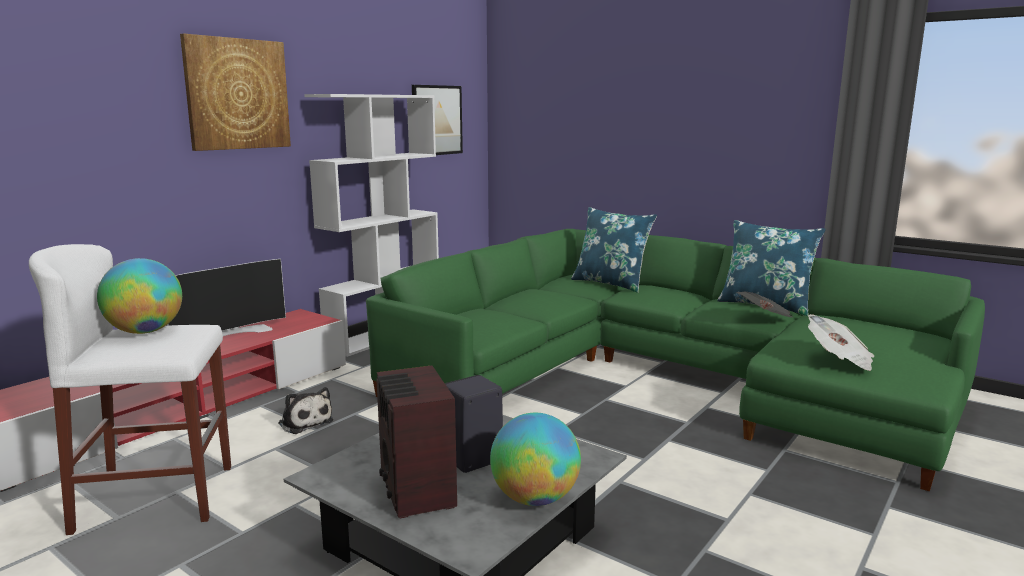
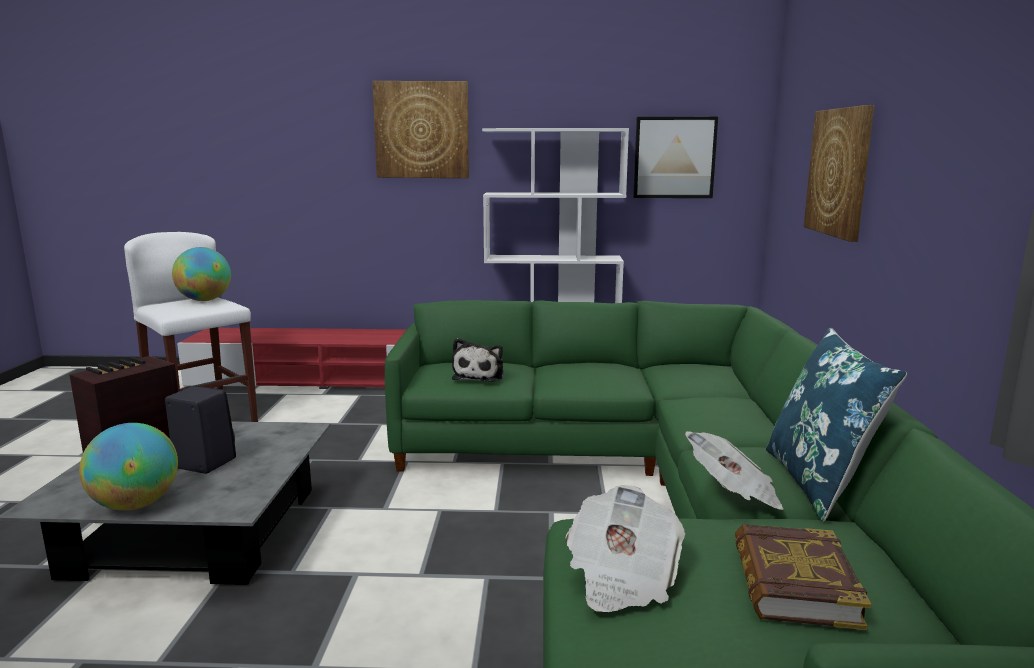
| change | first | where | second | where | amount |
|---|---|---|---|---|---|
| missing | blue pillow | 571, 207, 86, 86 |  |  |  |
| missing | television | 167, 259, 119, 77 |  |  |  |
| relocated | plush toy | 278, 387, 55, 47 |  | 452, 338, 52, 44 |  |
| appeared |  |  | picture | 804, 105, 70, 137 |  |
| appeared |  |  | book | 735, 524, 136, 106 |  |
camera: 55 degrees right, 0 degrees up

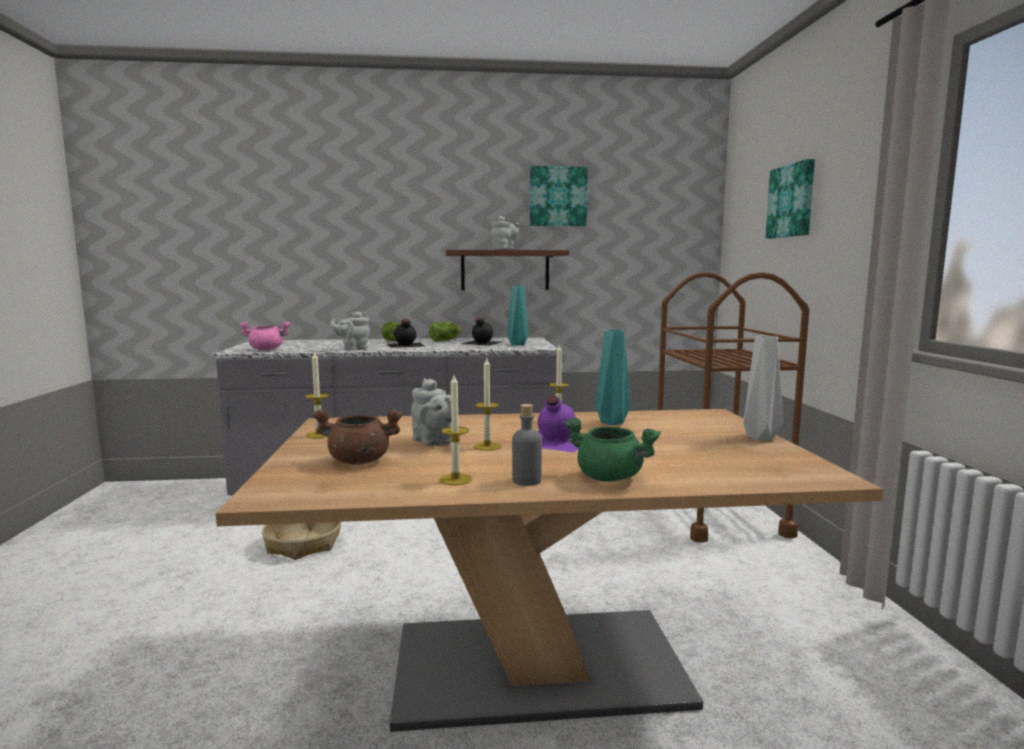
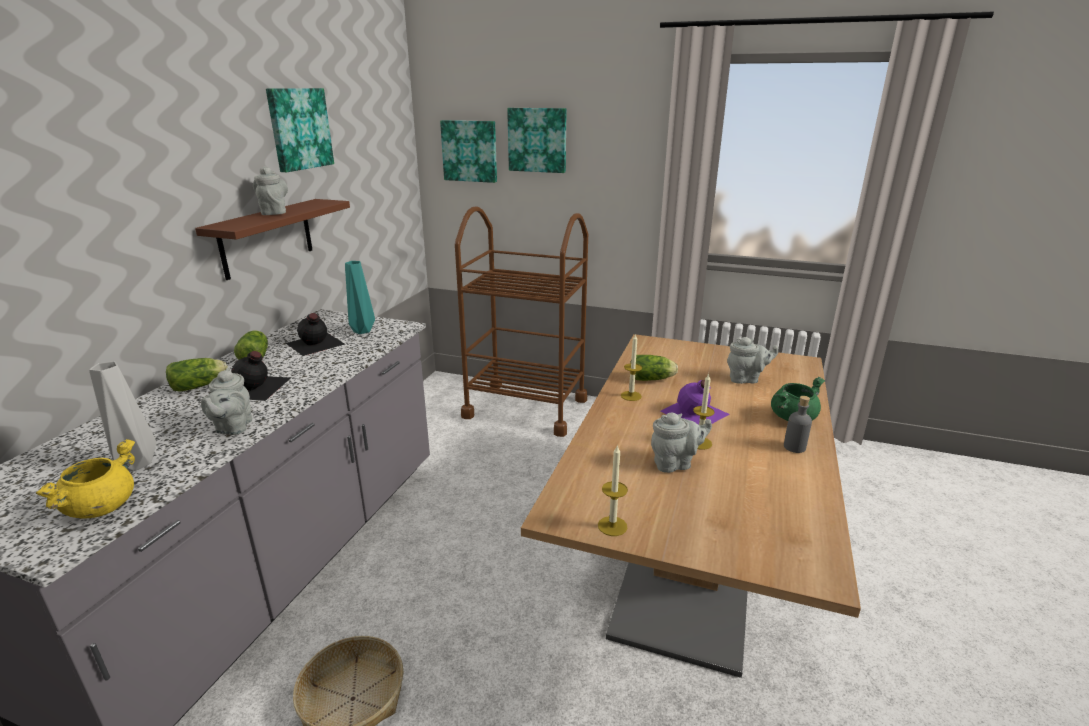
| change | first | where | second | where | amount |
|---|---|---|---|---|---|
| colour | pink cooking pot | 239, 322, 52, 28 | yellow cooking pot | 35, 439, 100, 80 |  |
| exchanged | turquoise vase | 596, 330, 34, 95 | lettuce | 635, 355, 43, 26 |  |
| relocated | grey vase | 743, 336, 40, 105 |  | 89, 361, 67, 110 |  |
| missing | candle | 439, 375, 33, 110 |  |  |  |
| missing | brown cooking pot | 311, 409, 92, 55 |  |  |  |
| appeared |  |  | picture | 440, 120, 57, 63 |  |
| appeared |  |  | grey teapot | 727, 337, 51, 47 |  |
camera: 65 degrees left, 15 degrees up

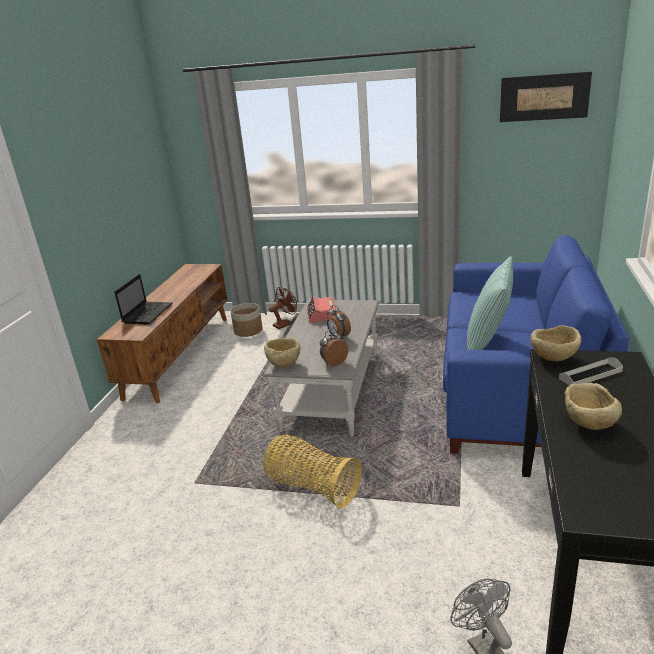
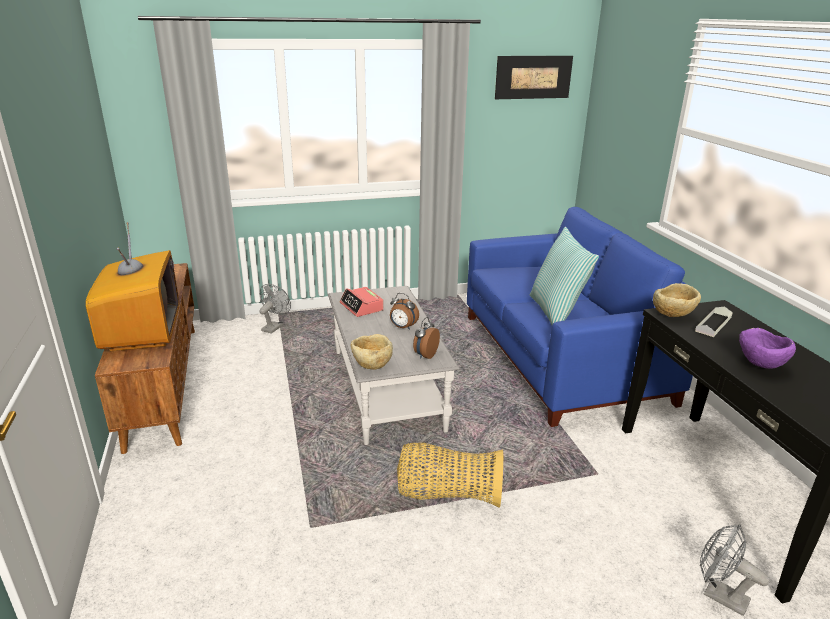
| change | first | where | second | where | amount |
|---|---|---|---|---|---|
| exchanged | laptop | 114, 274, 59, 51 | television | 85, 222, 94, 129 |  |
| colour | brown fan | 269, 287, 28, 42 | grey fan | 259, 284, 32, 50 |  |
| missing | planter | 230, 303, 33, 34 |  |  |  |
| colour | beige bowl | 565, 383, 57, 47 | purple bowl | 739, 328, 57, 41 |  |
camera: 30 degrees left, 0 degrees up

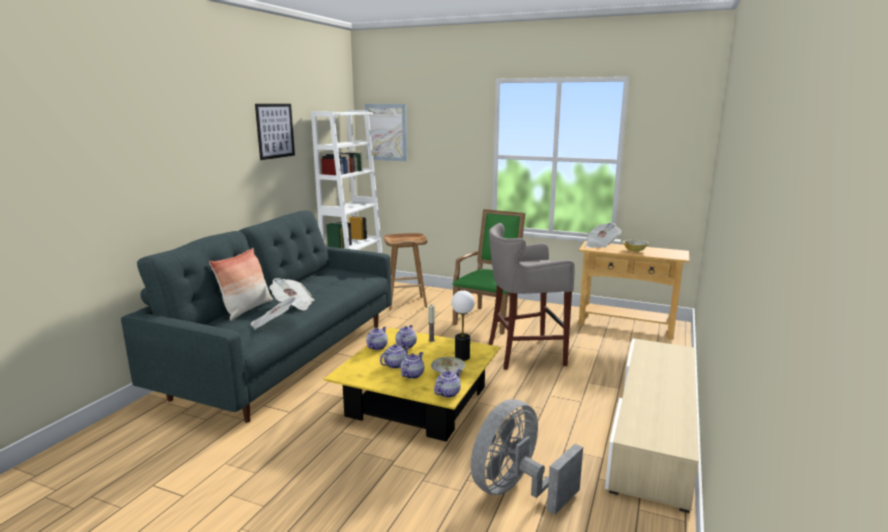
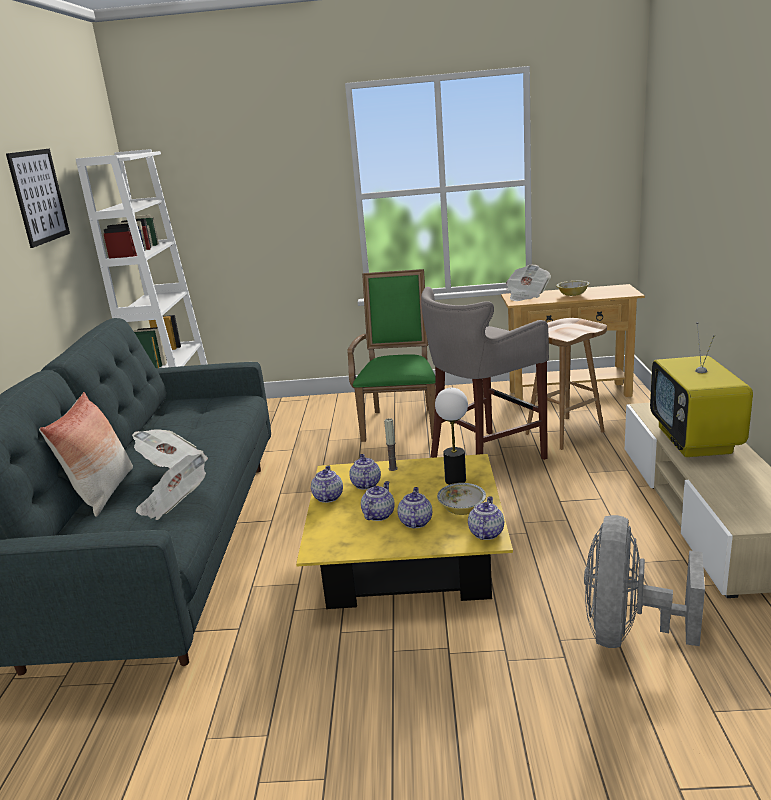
| change | first | where | second | where | amount |
|---|---|---|---|---|---|
| missing | picture | 365, 104, 42, 57 |  |  |  |
| relocated | brown stool | 384, 233, 44, 77 |  | 525, 318, 82, 132 |  |
| appeared |  |  | television | 650, 322, 103, 135 |  |
camera: 20 degrees left, 5 degrees up

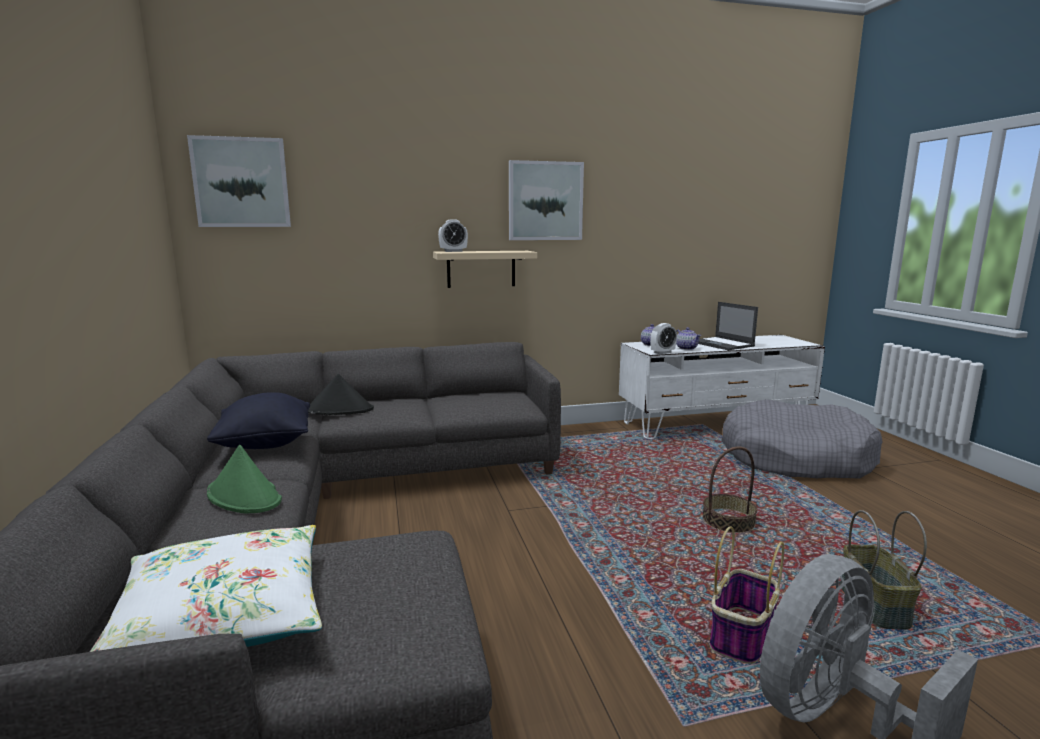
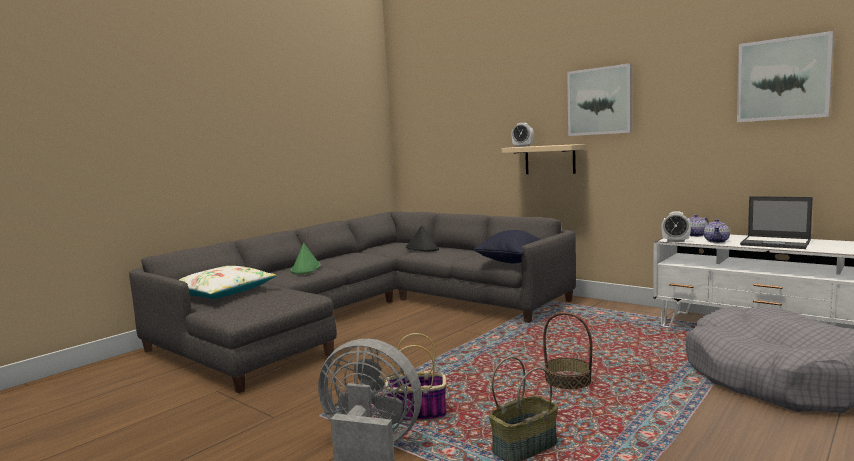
| change | first | where | second | where | amount |
|---|---|---|---|---|---|
| relocated | picture | 187, 135, 104, 92 |  | 737, 31, 97, 91 |  |
| spun | laptop | 698, 302, 60, 48 |  | 740, 196, 73, 53 | 75 degrees counterclockwise |
| relocated | black pillow | 207, 392, 103, 57 |  | 474, 230, 67, 33 |  |
camera: 55 degrees right, 5 degrees down

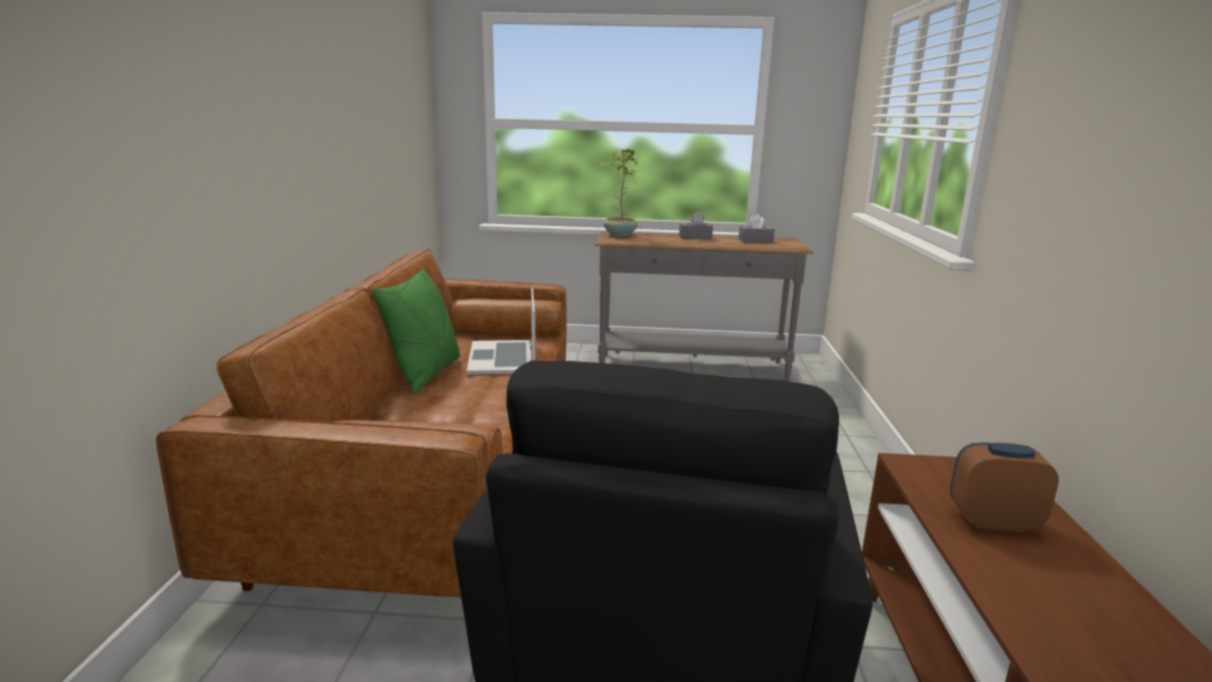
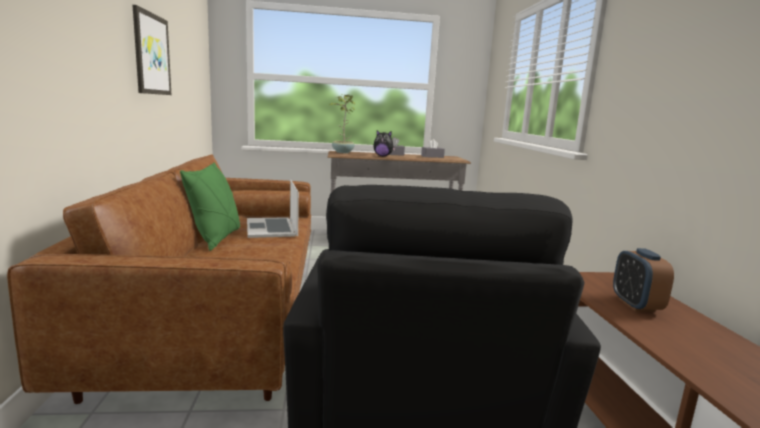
| change | first | where | second | where | amount |
|---|---|---|---|---|---|
| spun | alarm clock | 950, 442, 109, 90 |  | 613, 248, 61, 64 | 90 degrees counterclockwise |
| appeared |  |  | picture | 133, 5, 38, 90 |  |
| appeared |  |  | plush toy | 373, 131, 23, 25 |  |
camera: 10 degrees left, 5 degrees down

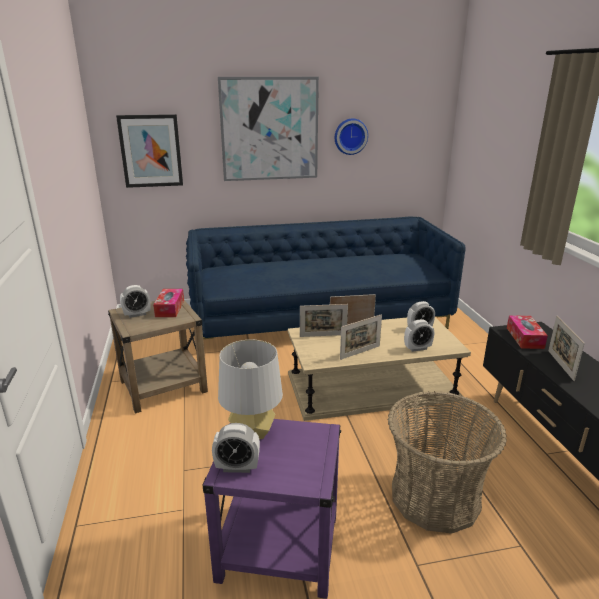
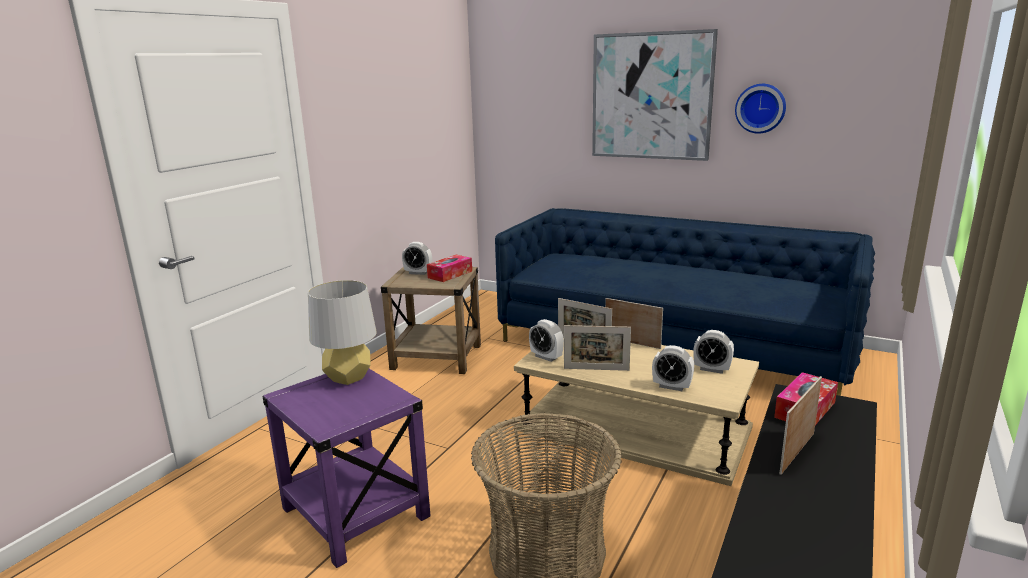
| change | first | where | second | where | amount |
|---|---|---|---|---|---|
| missing | picture | 116, 114, 67, 74 |  |  |  |
| relocated | alarm clock | 212, 423, 48, 50 |  | 529, 319, 35, 43 |  |
camera: 40 degrees right, 5 degrees down

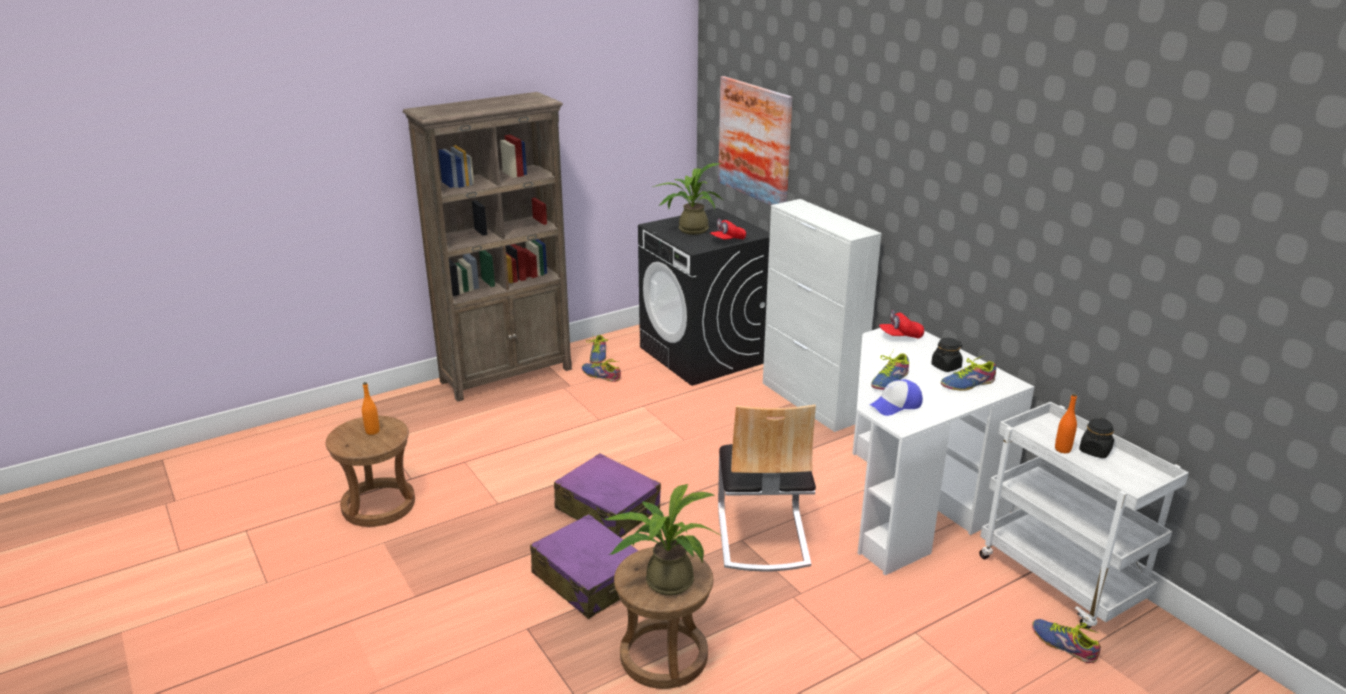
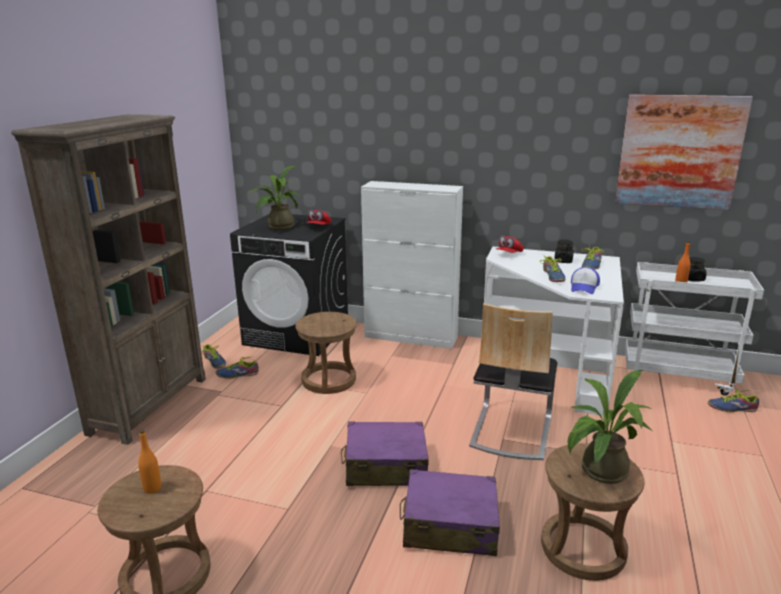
| change | first | where | second | where | amount |
|---|---|---|---|---|---|
| relocated | picture | 718, 76, 75, 130 |  | 615, 94, 138, 116 |  |
| spun | chair | 718, 404, 98, 168 |  | 469, 303, 88, 157 | 60 degrees clockwise |
| appeared |  |  | brown stool | 295, 312, 62, 82 |  |
camera: 40 degrees left, 5 degrees down

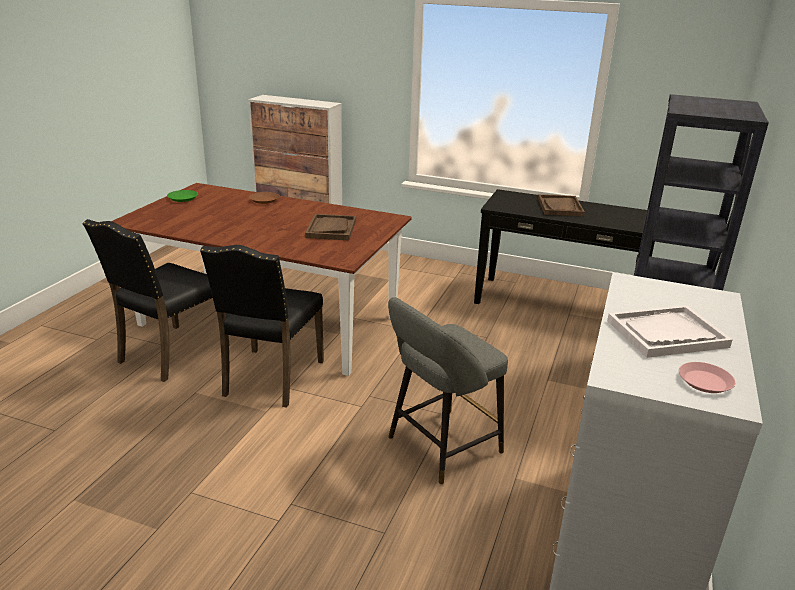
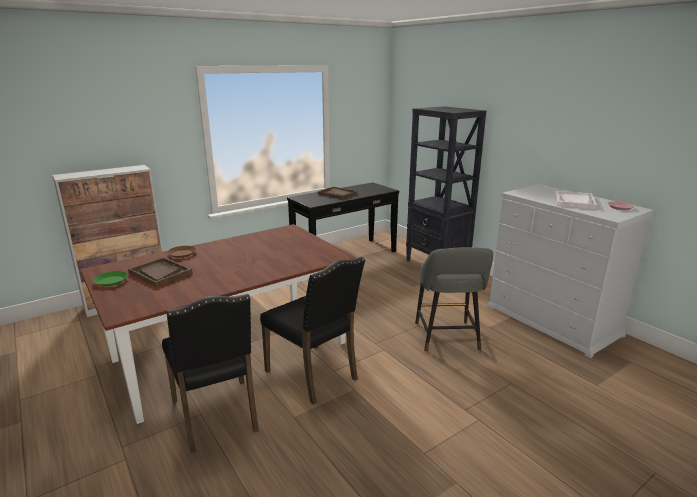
| change | first | where | second | where | amount |
|---|---|---|---|---|---|
| relocated | brown tray | 305, 214, 51, 26 |  | 128, 257, 64, 30 |  |
camera: 55 degrees left, 5 degrees down

